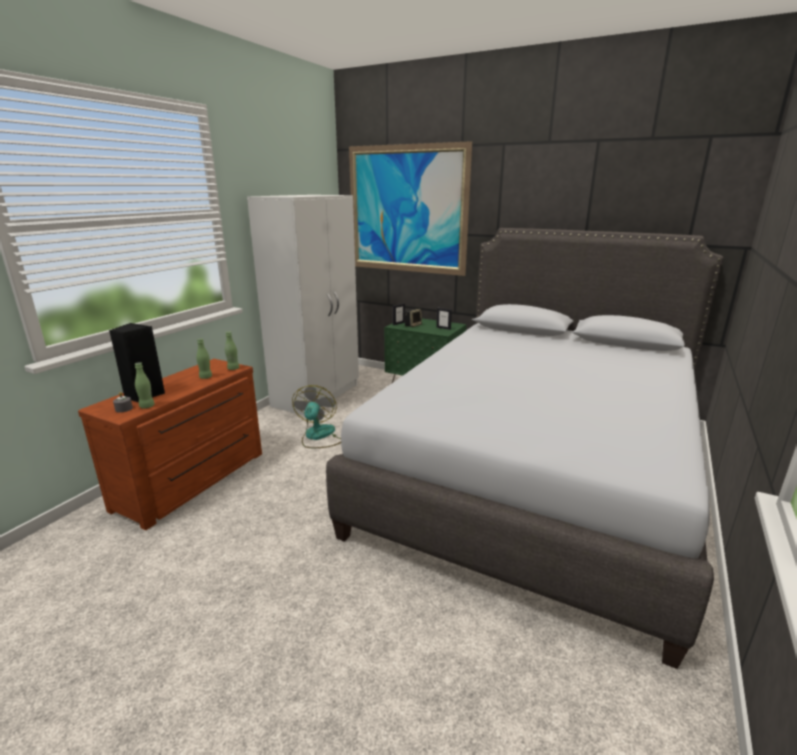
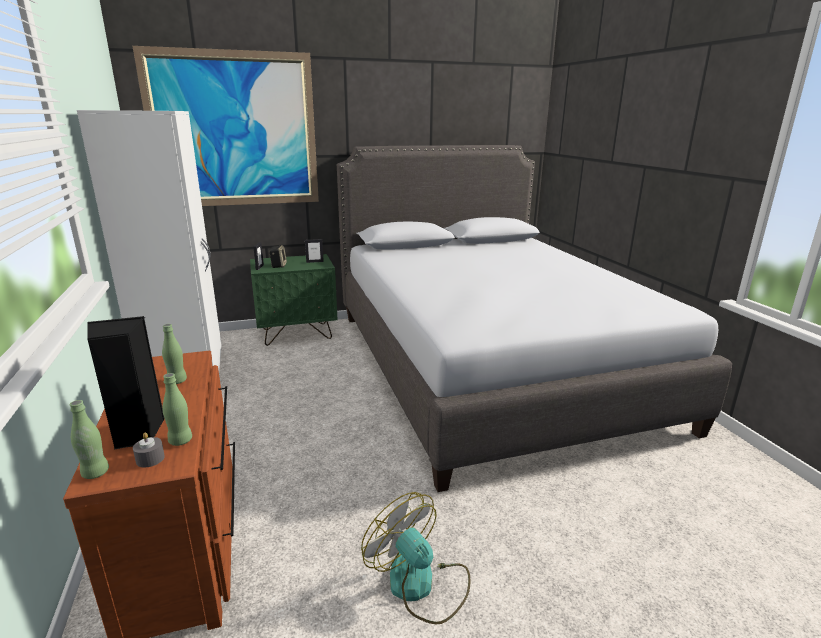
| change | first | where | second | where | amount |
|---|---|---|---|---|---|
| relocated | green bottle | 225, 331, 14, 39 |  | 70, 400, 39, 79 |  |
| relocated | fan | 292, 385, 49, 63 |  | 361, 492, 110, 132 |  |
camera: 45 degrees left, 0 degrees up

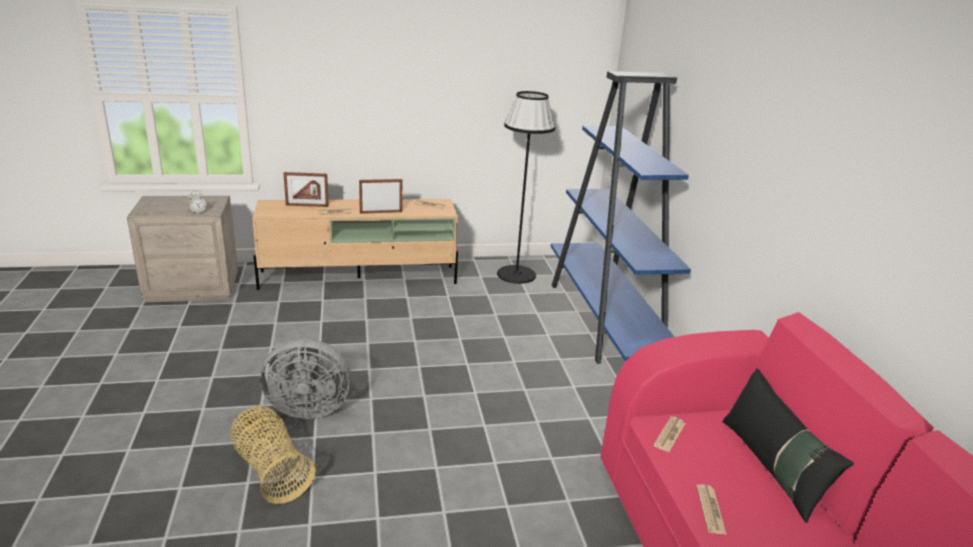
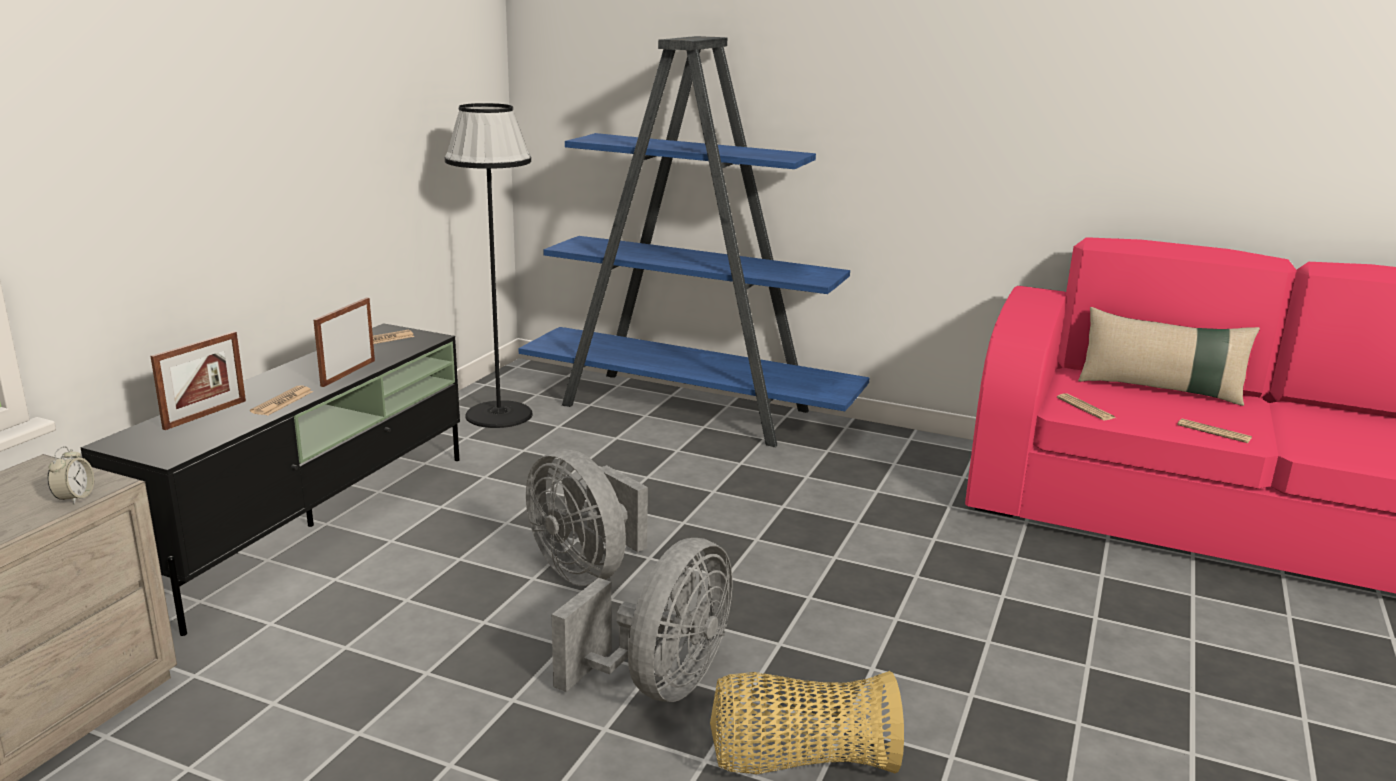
| change | first | where | second | where | amount |
|---|---|---|---|---|---|
| colour | beige tv stand | 252, 199, 206, 91 | black tv stand | 80, 323, 380, 313 |  |
| colour | black pillow | 723, 368, 131, 155 | beige pillow | 1078, 307, 182, 99 |  |
| appeared |  |  | grey fan | 526, 449, 122, 137 |  |
camera: 55 degrees left, 5 degrees down

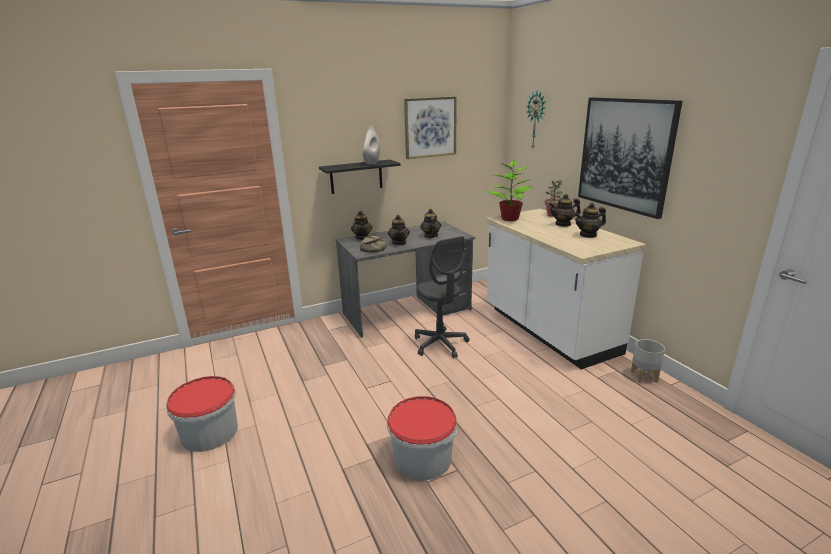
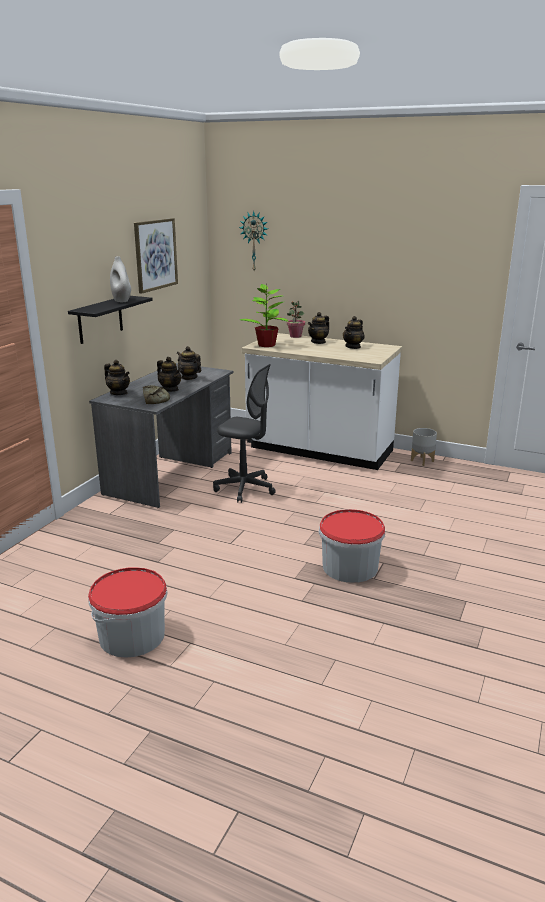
| change | first | where | second | where | amount |
|---|---|---|---|---|---|
| missing | picture | 578, 97, 104, 122 |  |  |  |
camera: 40 degrees left, 0 degrees up

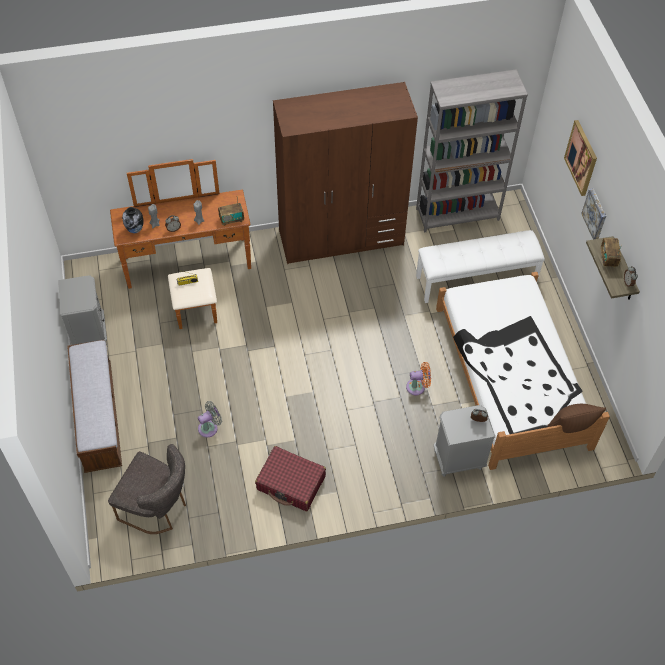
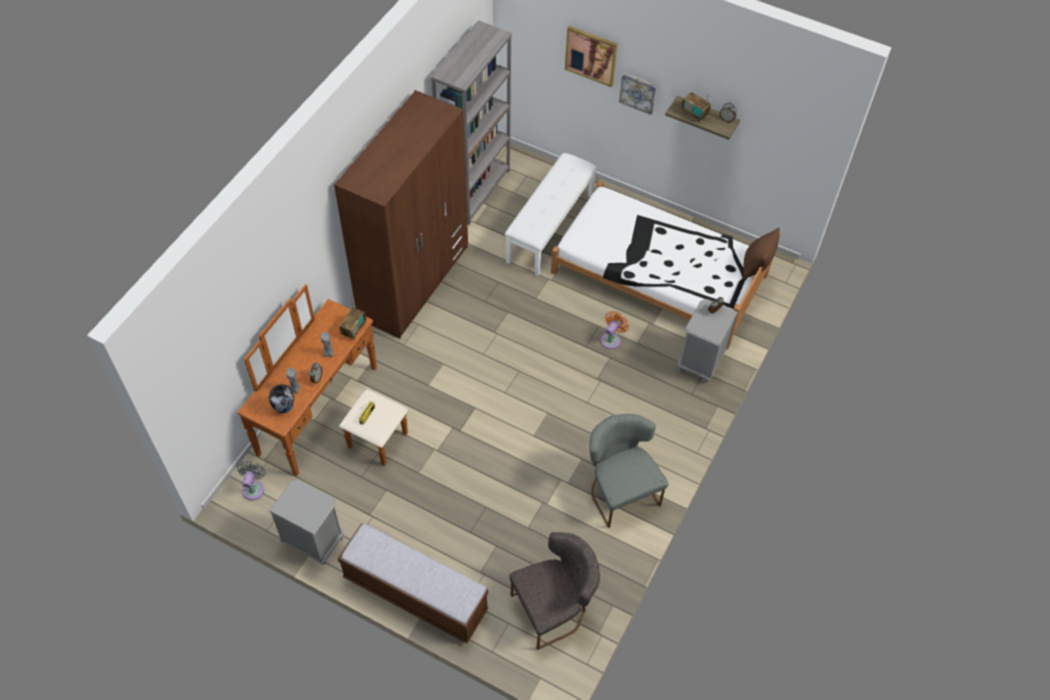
| change | first | where | second | where | amount |
|---|---|---|---|---|---|
| relocated | grey fan | 198, 401, 24, 36 |  | 237, 461, 29, 40 |  |
| exchanged | red suitcase | 255, 446, 71, 65 | grey chair | 590, 414, 79, 114 |  |
camera: 50 degrees left, 0 degrees up

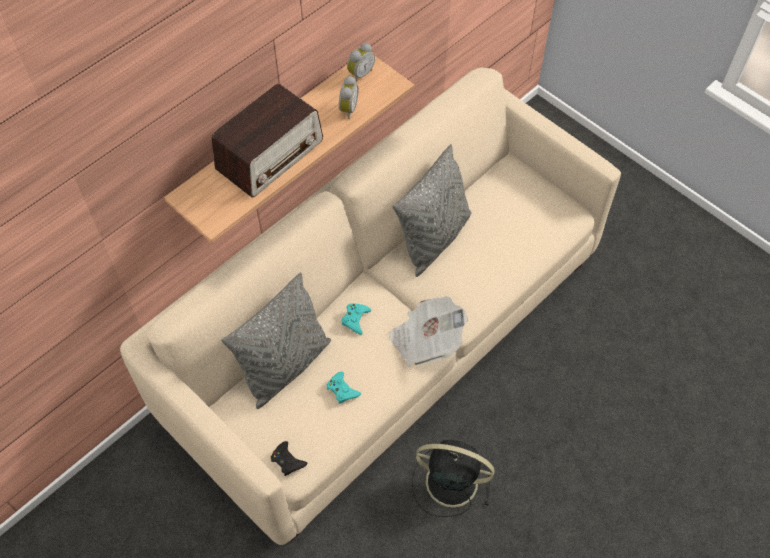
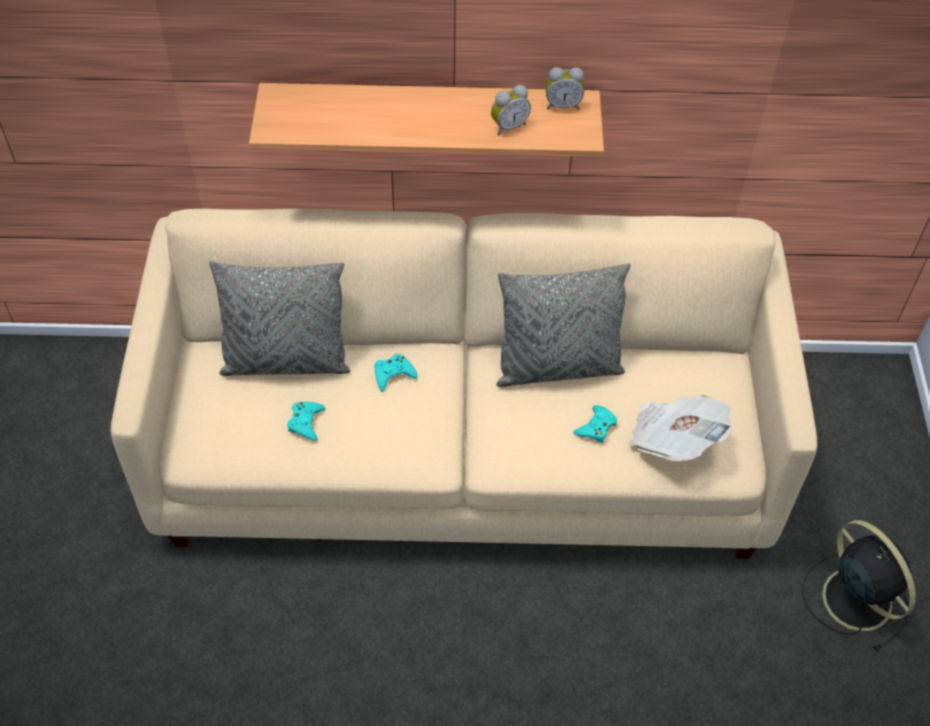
| change | first | where | second | where | amount |
|---|---|---|---|---|---|
| missing | radio | 212, 83, 111, 115 |  |  |  |
| relocated | newspaper | 389, 296, 79, 71 |  | 629, 395, 103, 66 |  |
| relocated | black fan | 412, 440, 83, 77 |  | 803, 520, 113, 131 |  |
| missing | black game controller | 271, 441, 37, 35 |  |  |  |
| appeared |  |  | turquoise game controller | 573, 405, 44, 38 |  |
camera: 45 degrees right, 5 degrees down

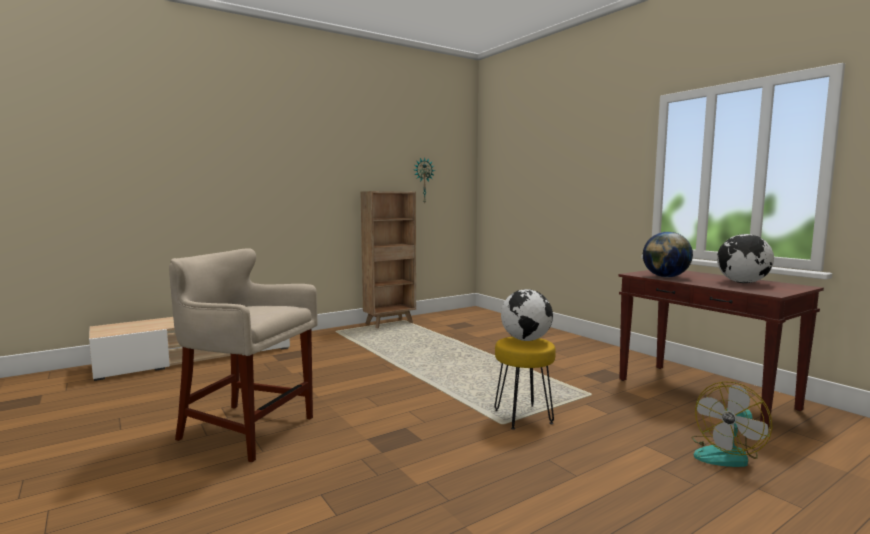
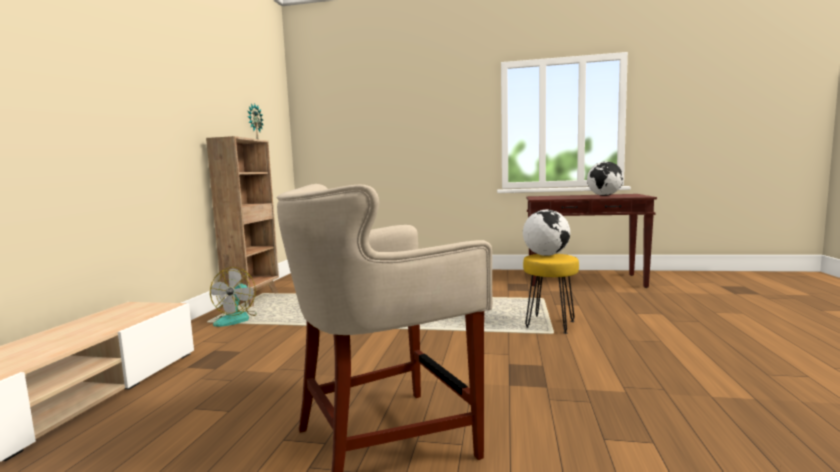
| change | first | where | second | where | amount |
|---|---|---|---|---|---|
| missing | globe | 643, 232, 50, 45 |  |  |  |
| relocated | fan | 692, 381, 80, 86 |  | 210, 267, 47, 60 |  |
camera: 45 degrees left, 0 degrees up

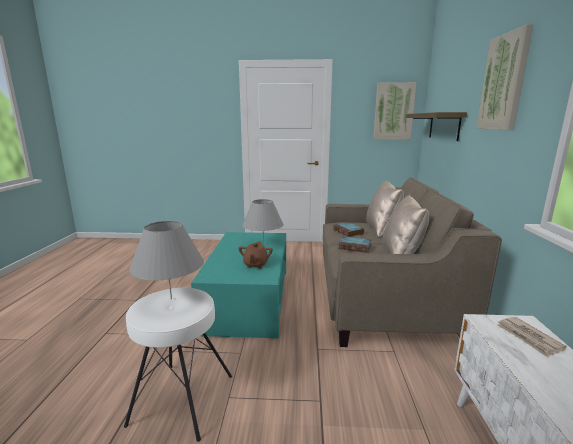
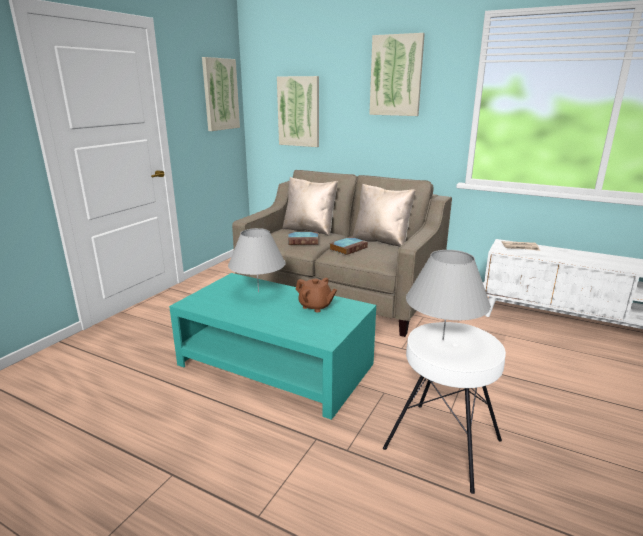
| change | first | where | second | where | amount |
|---|---|---|---|---|---|
| exchanged | shelf | 406, 112, 61, 29 | picture | 277, 76, 42, 71 |  |
camera: 65 degrees left, 5 degrees up

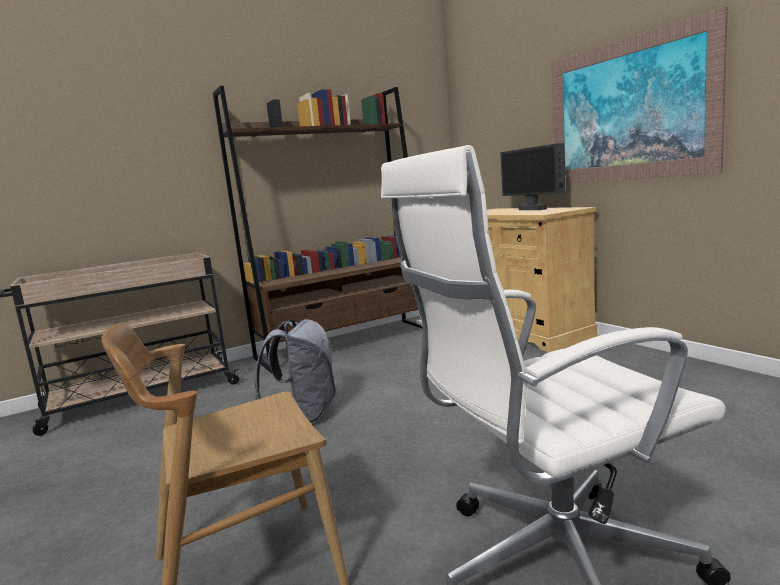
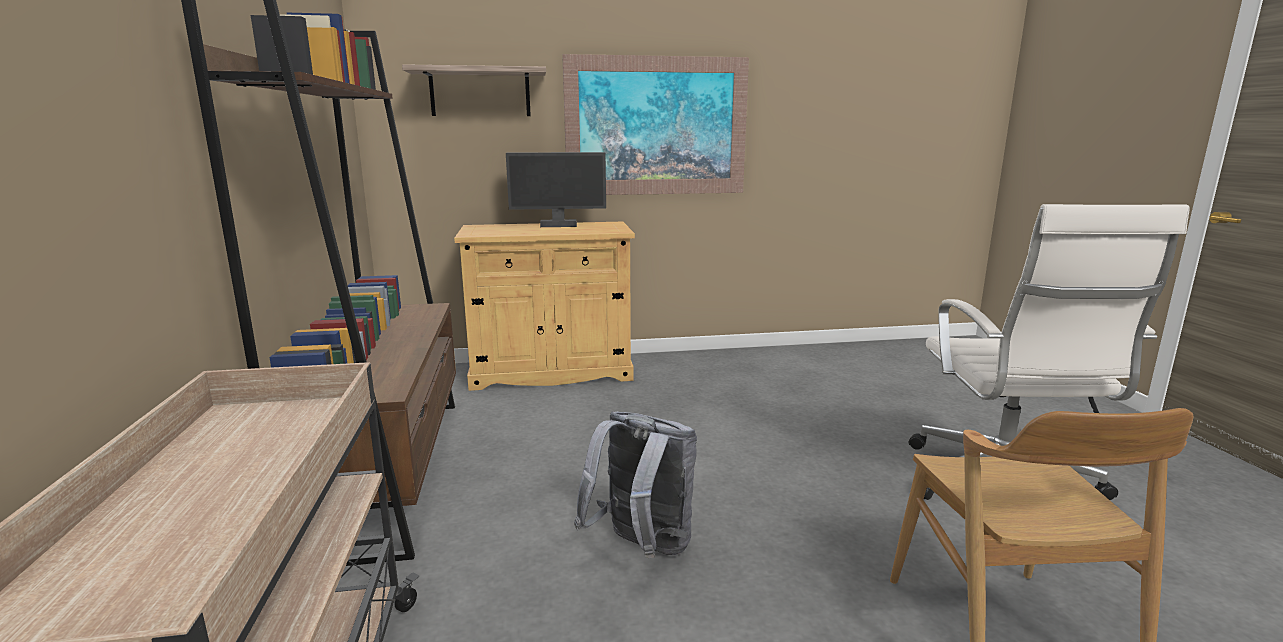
| change | first | where | second | where | amount |
|---|---|---|---|---|---|
| appeared |  |  | shelf | 402, 64, 144, 52 |  |
camera: 70 degrees left, 5 degrees up

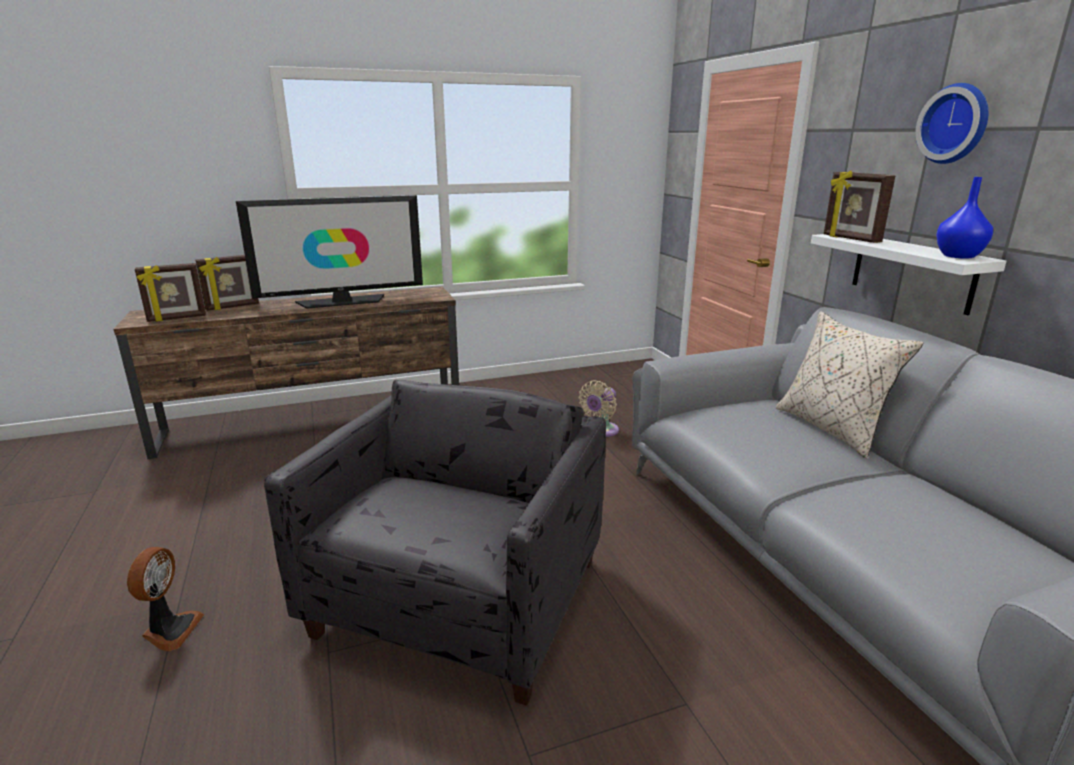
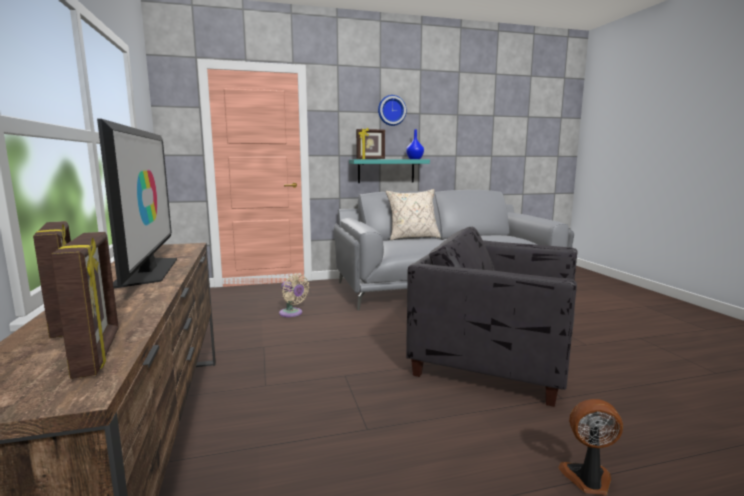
| change | first | where | second | where | amount |
|---|---|---|---|---|---|
| colour | white shelf | 811, 234, 196, 81 | turquoise shelf | 349, 160, 81, 23 |  |
camera: 85 degrees left, 10 degrees down

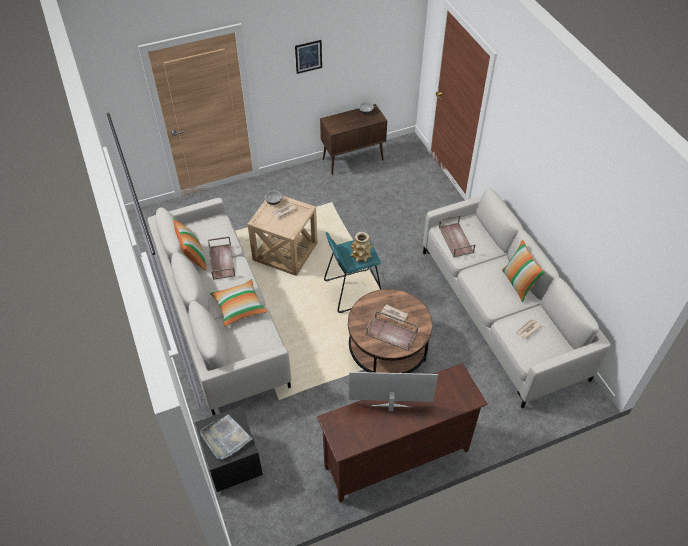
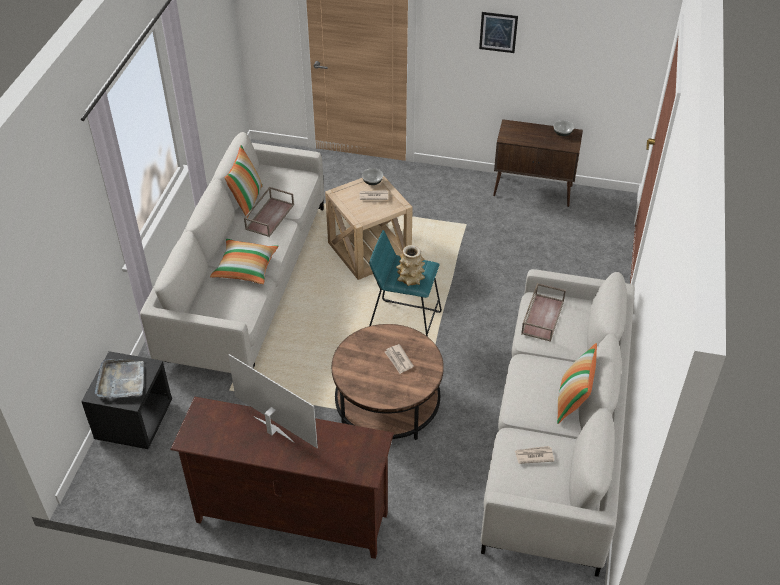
| change | first | where | second | where | amount |
|---|---|---|---|---|---|
| missing | brown tray | 366, 310, 52, 41 |  |  |  |
camera: 35 degrees right, 5 degrees down

